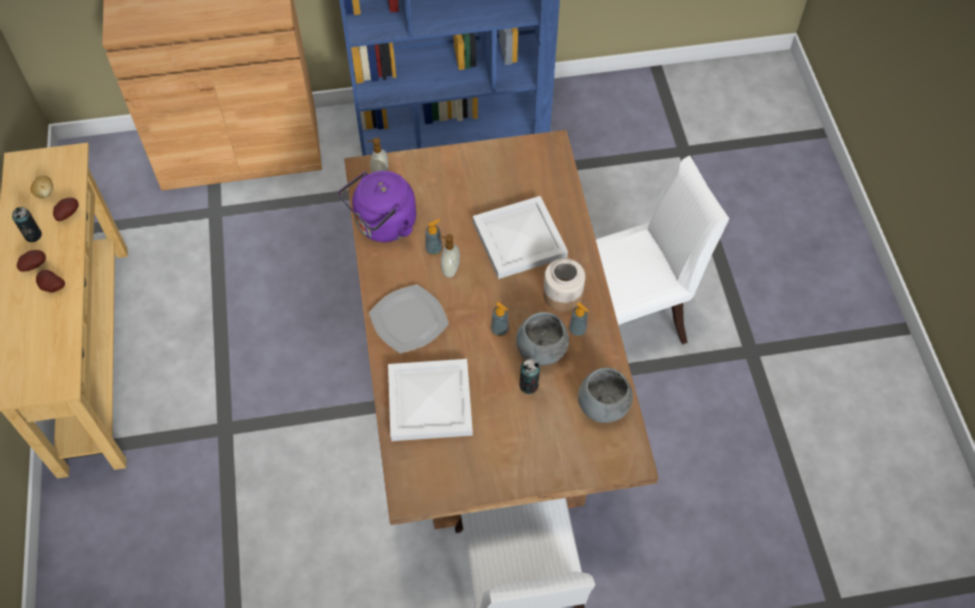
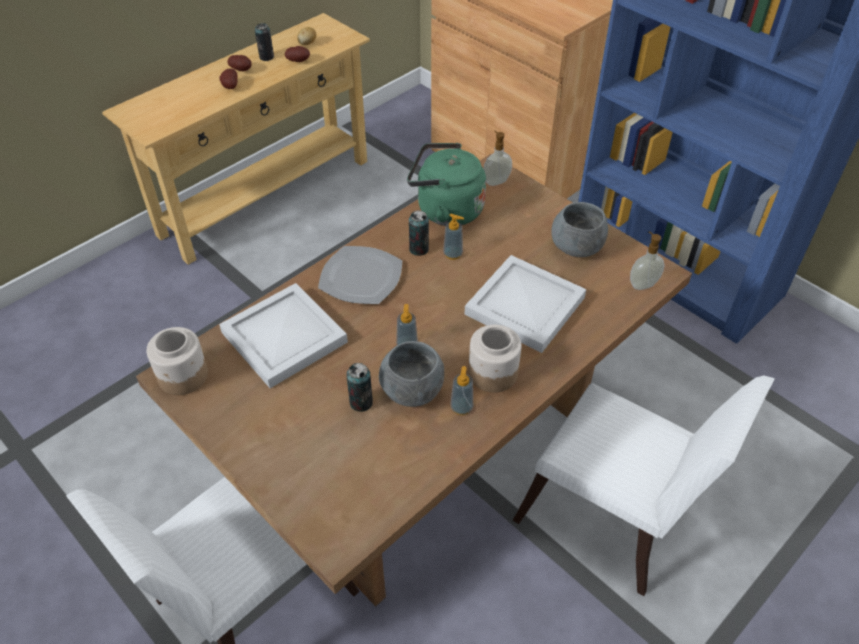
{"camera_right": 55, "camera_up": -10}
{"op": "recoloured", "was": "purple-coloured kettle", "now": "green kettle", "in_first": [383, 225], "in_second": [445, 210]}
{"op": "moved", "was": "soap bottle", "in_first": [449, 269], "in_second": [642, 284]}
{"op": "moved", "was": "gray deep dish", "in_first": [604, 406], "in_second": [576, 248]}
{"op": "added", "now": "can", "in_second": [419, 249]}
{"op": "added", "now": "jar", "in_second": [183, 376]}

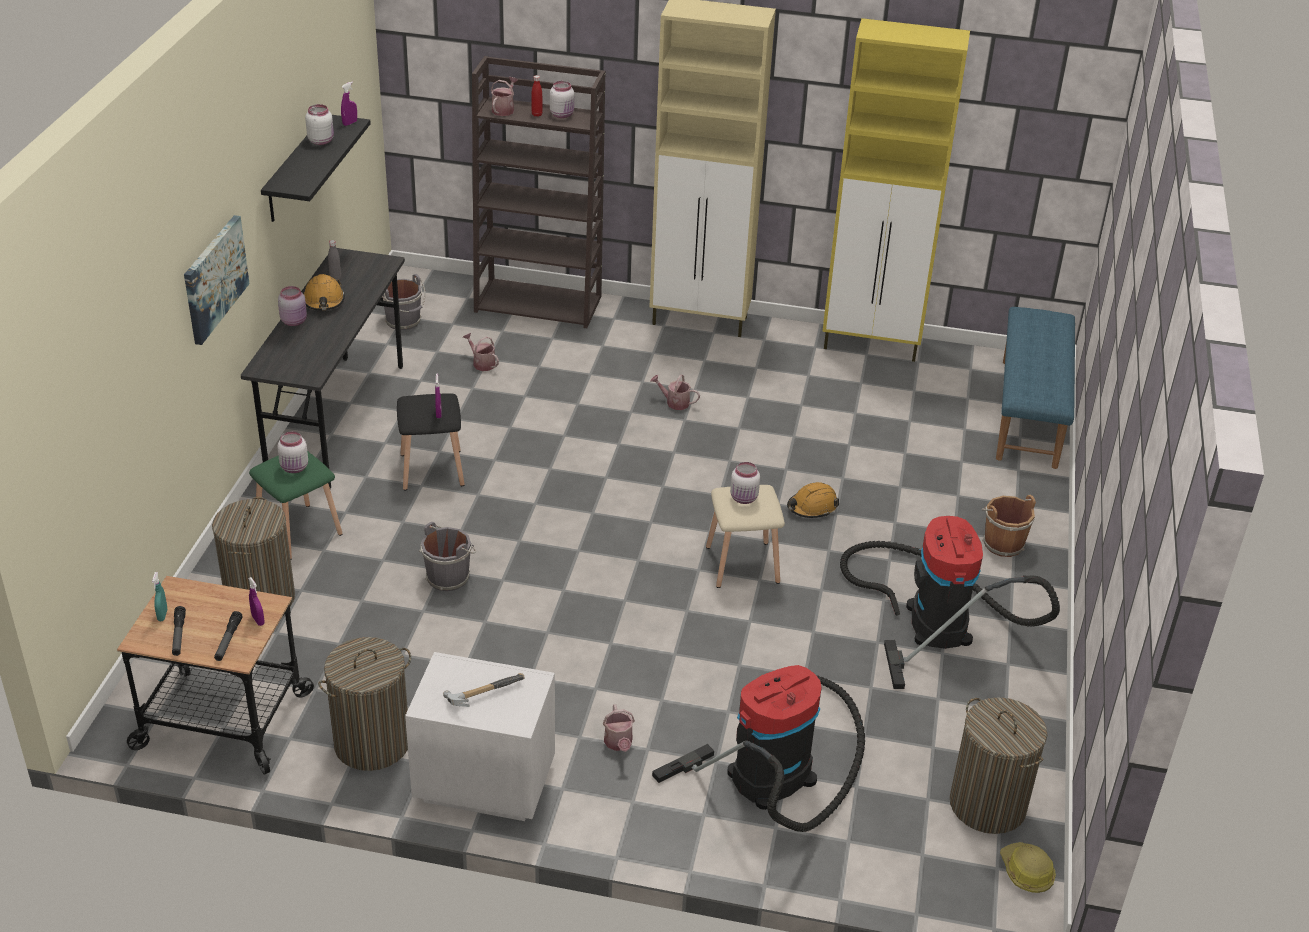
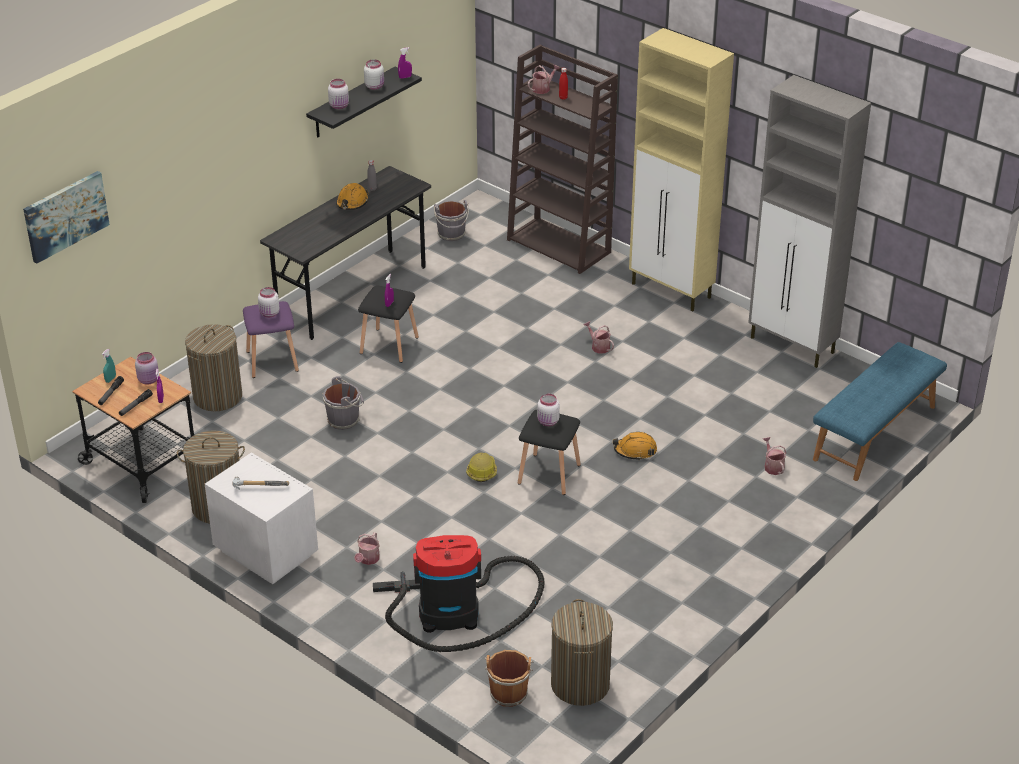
{"camera_right": 30, "camera_up": 0}
{"op": "recoloured", "was": "yellowish cupboard", "now": "gray cupboard", "in_first": [872, 345], "in_second": [793, 346]}
{"op": "moved", "was": "white-coloured jar", "in_first": [562, 115], "in_second": [339, 106]}
{"op": "moved", "was": "wall picture", "in_first": [214, 278], "in_second": [65, 216]}
{"op": "moved", "was": "pinkish jar", "in_first": [294, 321], "in_second": [149, 380]}
{"op": "moved", "was": "sprinkling can", "in_first": [482, 363], "in_second": [772, 466]}
{"op": "recoloured", "was": "green stool seat", "now": "purple-coloured stool seat", "in_first": [299, 531], "in_second": [273, 361]}
{"op": "recoloured", "was": "sand-coloured stool seat", "now": "black-coloured stool seat", "in_first": [743, 565], "in_second": [549, 475]}
{"op": "moved", "was": "brown bucket", "in_first": [1002, 543], "in_second": [508, 692]}
{"op": "removed", "was": "vacuum cleaner", "in_first": [934, 618]}
{"op": "moved", "was": "work helmet", "in_first": [1026, 872], "in_second": [481, 471]}

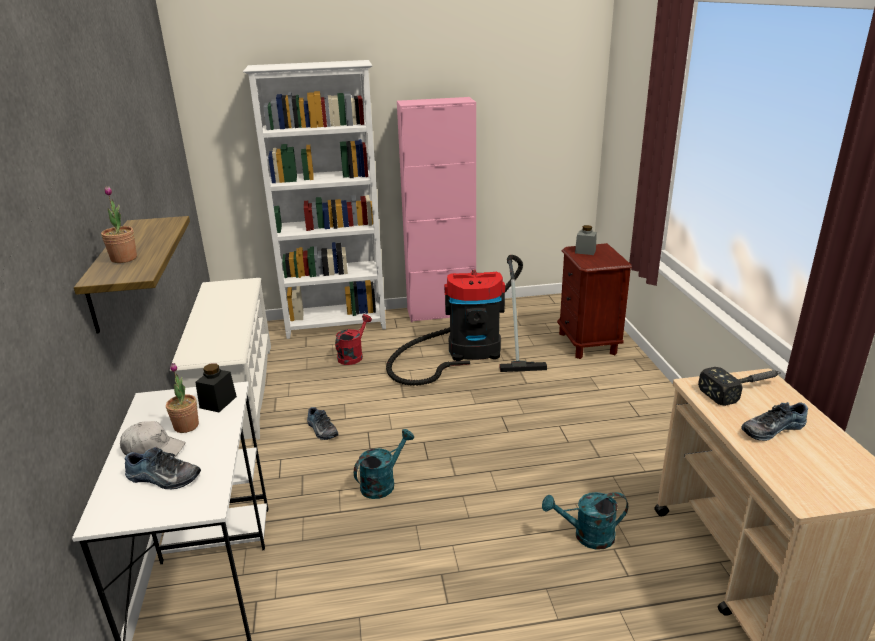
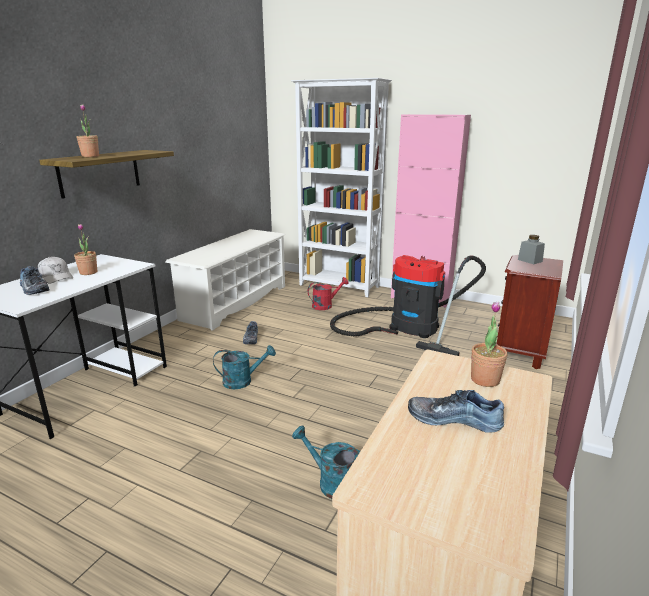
{"camera_right": 35, "camera_up": -5}
{"op": "removed", "was": "black-coloured jar", "in_first": [218, 402]}
{"op": "replaced", "was": "hand hammer", "now": "potted plant", "in_first": [743, 389], "in_second": [485, 380]}

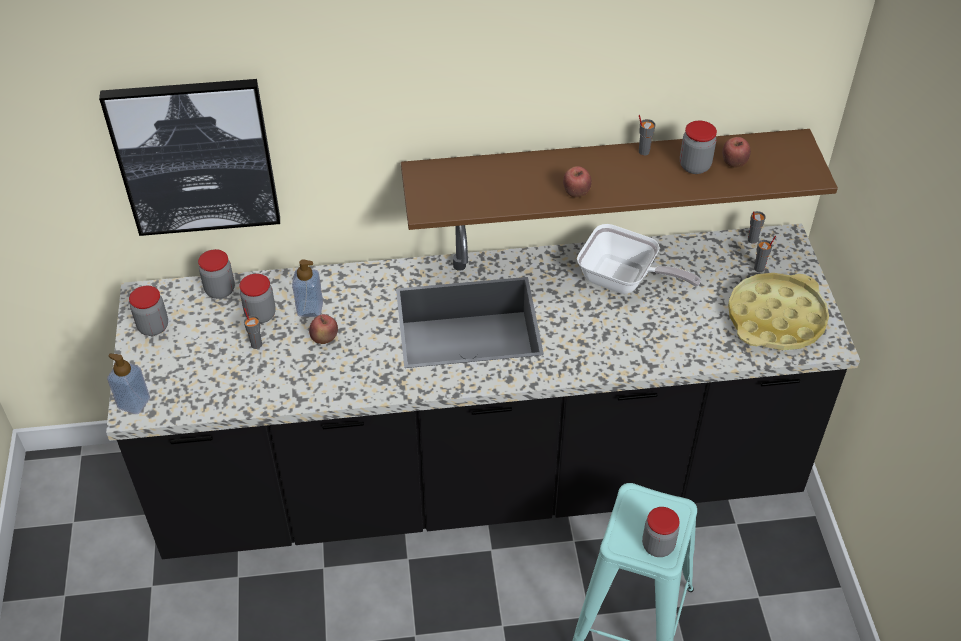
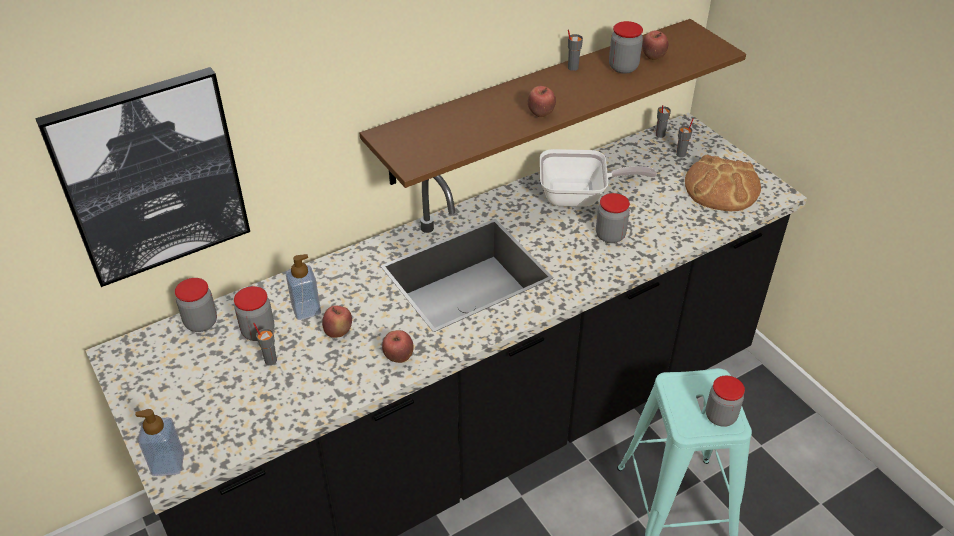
{"camera_right": -25, "camera_up": -5}
{"op": "replaced", "was": "yellowish tray", "now": "baked bread", "in_first": [776, 318], "in_second": [722, 187]}
{"op": "moved", "was": "jar", "in_first": [153, 327], "in_second": [610, 235]}
{"op": "added", "now": "apple fruit", "in_second": [398, 357]}

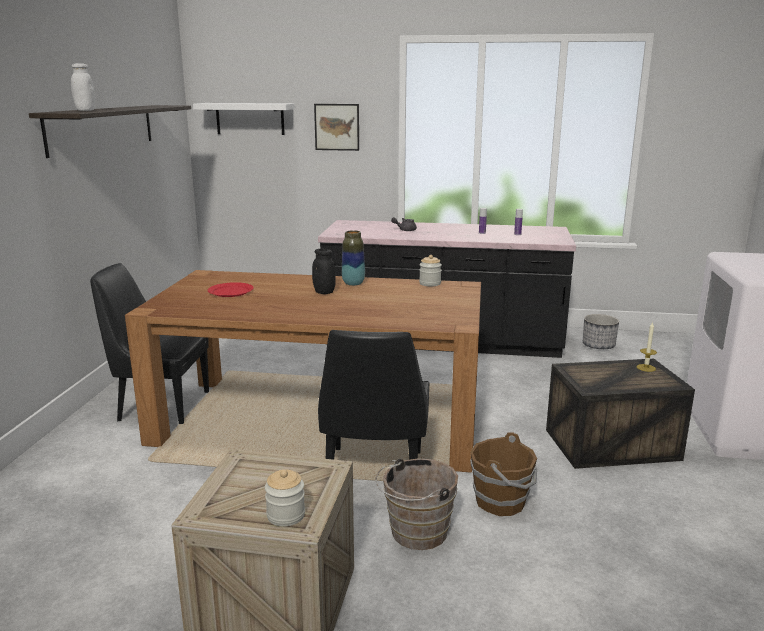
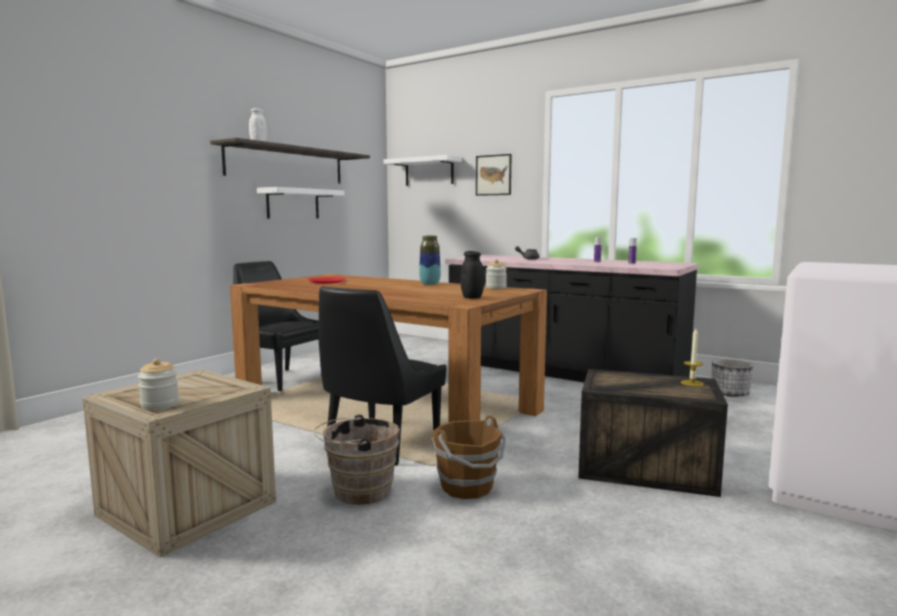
{"camera_right": 25, "camera_up": -10}
{"op": "moved", "was": "black-coloured jar", "in_first": [324, 292], "in_second": [472, 297]}
{"op": "added", "now": "white-coloured wall shelf", "in_second": [293, 204]}

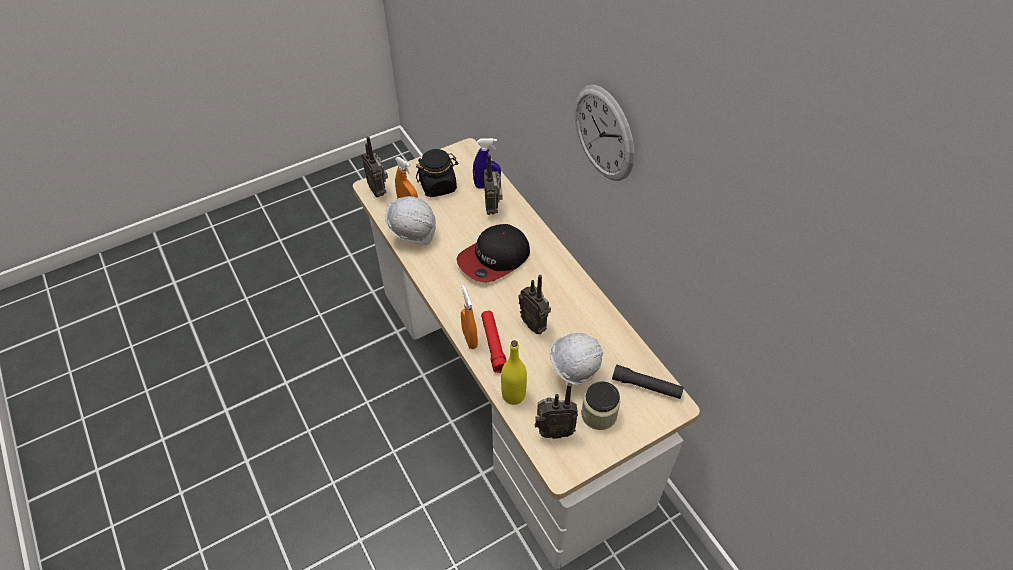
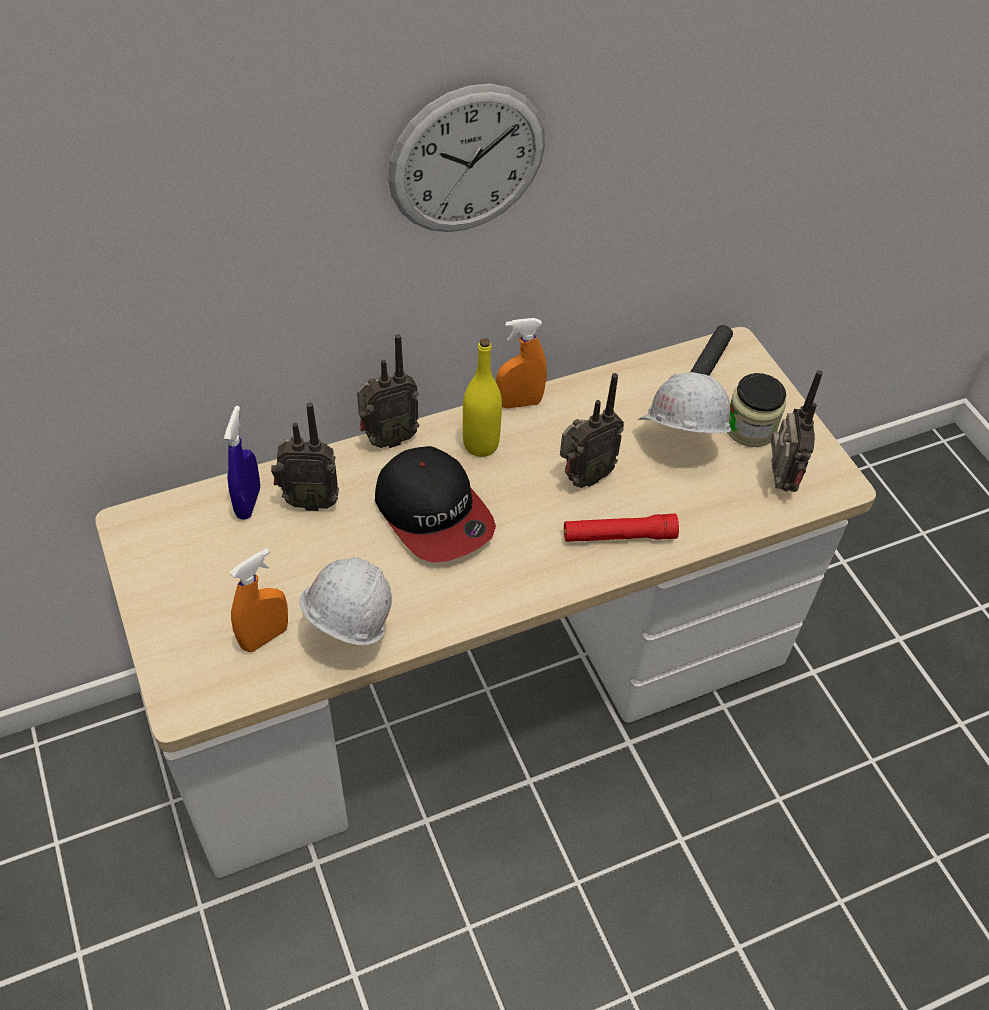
{"camera_right": -85, "camera_up": 0}
{"op": "moved", "was": "radio set", "in_first": [379, 190], "in_second": [387, 439]}
{"op": "removed", "was": "black-coloured jar", "in_first": [438, 186]}
{"op": "moved", "was": "orange-coloured spray bottle", "in_first": [469, 339], "in_second": [519, 403]}
{"op": "moved", "was": "yellowish beverage bottle", "in_first": [513, 395], "in_second": [480, 444]}

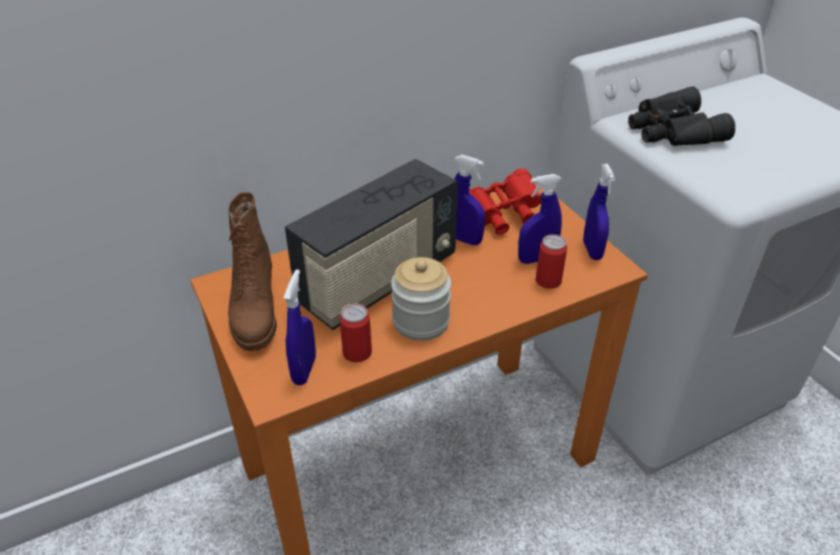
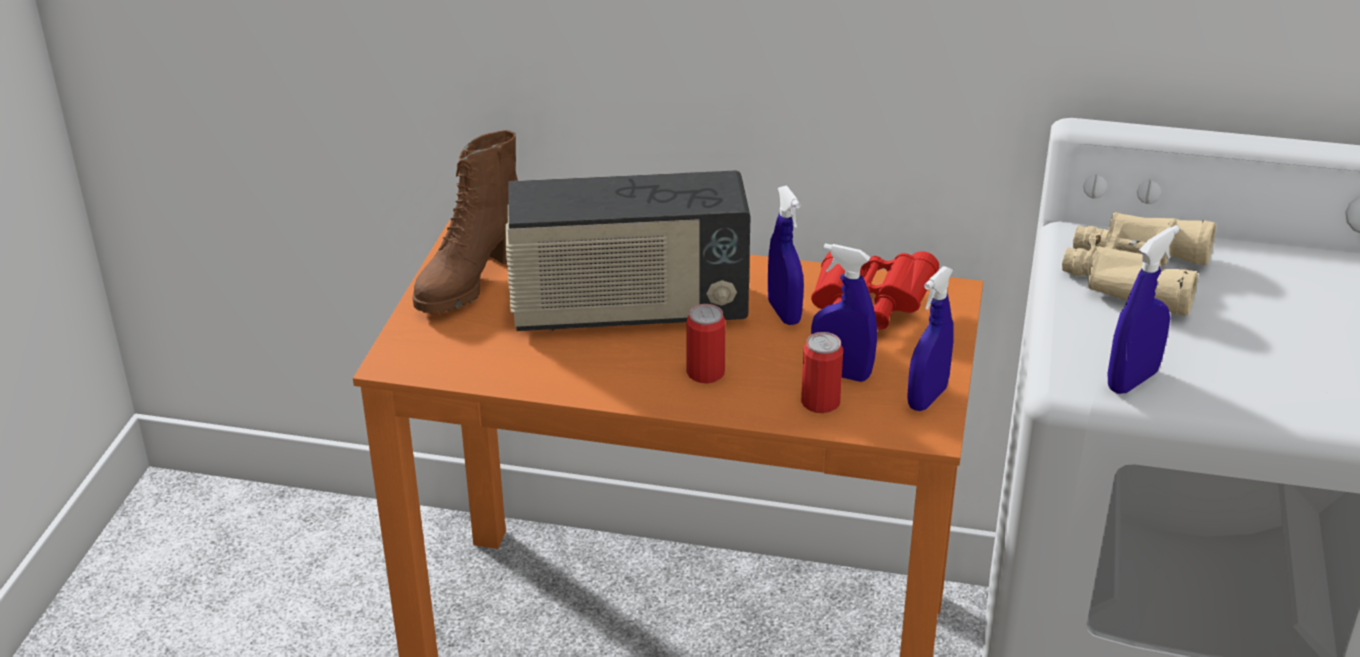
{"camera_right": 40, "camera_up": -5}
{"op": "recoloured", "was": "black-coloured pair of binoculars", "now": "sand-coloured pair of binoculars", "in_first": [672, 130], "in_second": [1132, 273]}
{"op": "removed", "was": "jar", "in_first": [421, 321]}
{"op": "moved", "was": "bluish spray bottle", "in_first": [304, 370], "in_second": [1132, 380]}
{"op": "moved", "was": "can", "in_first": [357, 352], "in_second": [705, 373]}

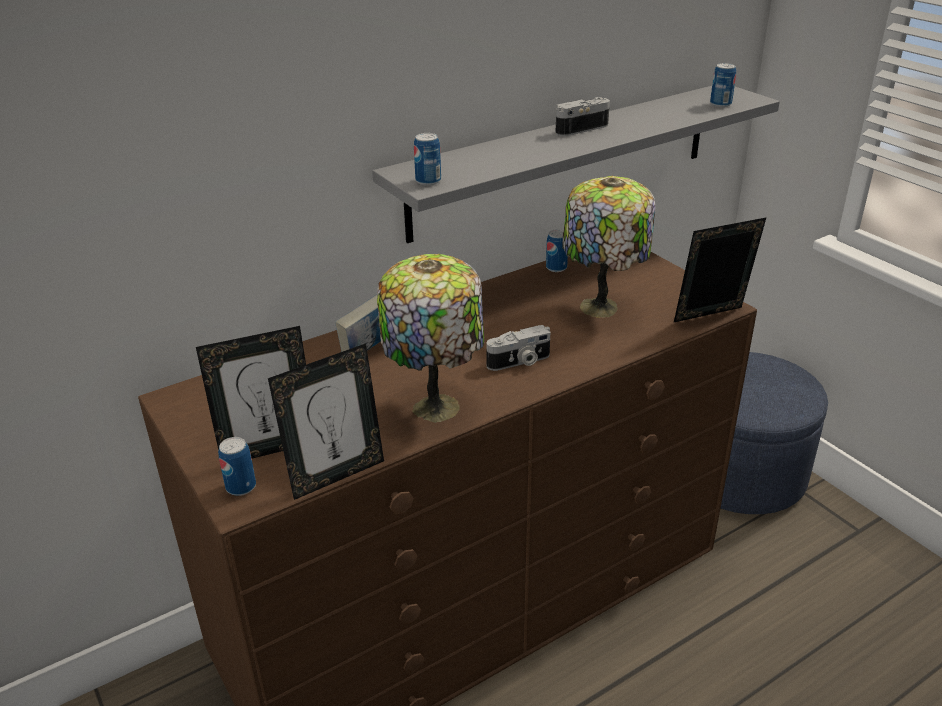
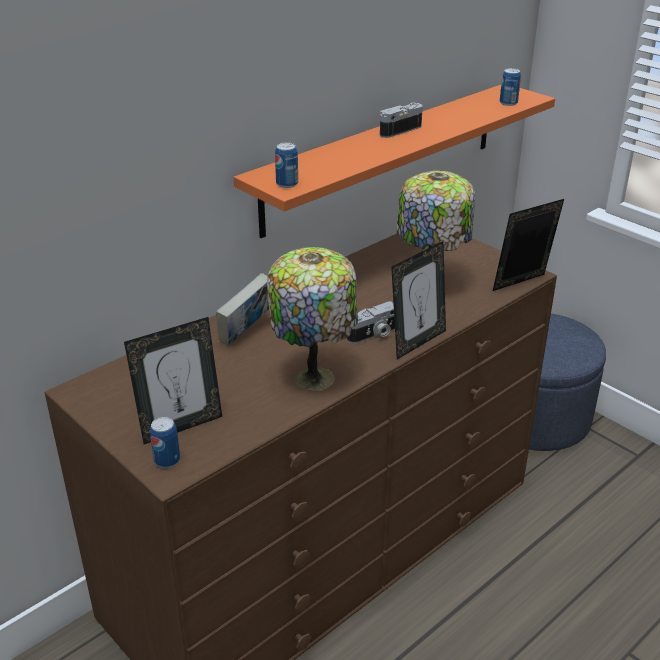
{"camera_right": -10, "camera_up": 0}
{"op": "recoloured", "was": "gray wall shelf", "now": "orange-coloured wall shelf", "in_first": [565, 159], "in_second": [384, 156]}
{"op": "removed", "was": "can", "in_first": [556, 268]}
{"op": "moved", "was": "standing frame", "in_first": [336, 475], "in_second": [417, 342]}

